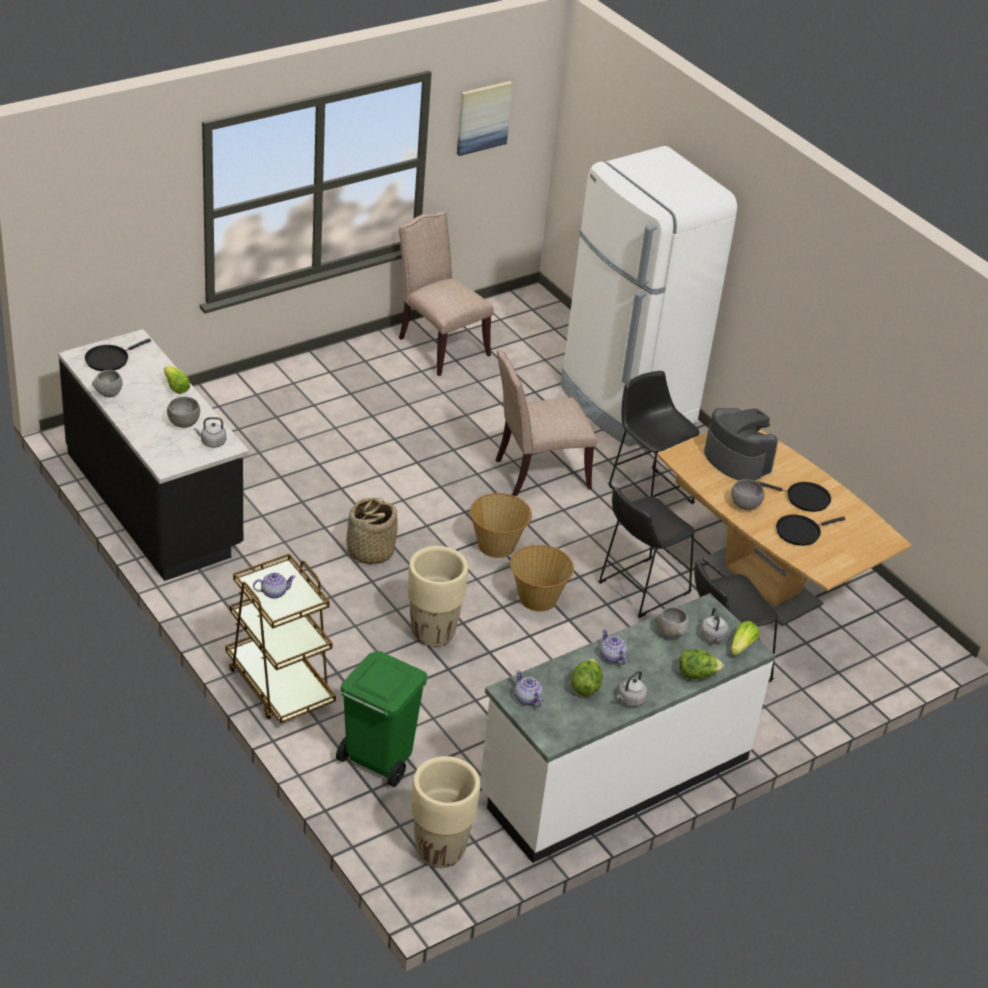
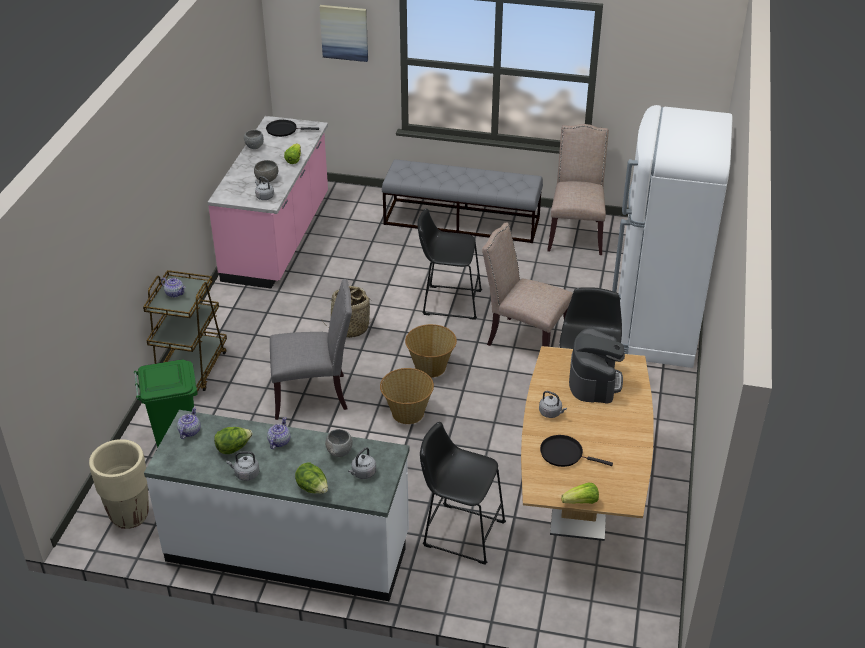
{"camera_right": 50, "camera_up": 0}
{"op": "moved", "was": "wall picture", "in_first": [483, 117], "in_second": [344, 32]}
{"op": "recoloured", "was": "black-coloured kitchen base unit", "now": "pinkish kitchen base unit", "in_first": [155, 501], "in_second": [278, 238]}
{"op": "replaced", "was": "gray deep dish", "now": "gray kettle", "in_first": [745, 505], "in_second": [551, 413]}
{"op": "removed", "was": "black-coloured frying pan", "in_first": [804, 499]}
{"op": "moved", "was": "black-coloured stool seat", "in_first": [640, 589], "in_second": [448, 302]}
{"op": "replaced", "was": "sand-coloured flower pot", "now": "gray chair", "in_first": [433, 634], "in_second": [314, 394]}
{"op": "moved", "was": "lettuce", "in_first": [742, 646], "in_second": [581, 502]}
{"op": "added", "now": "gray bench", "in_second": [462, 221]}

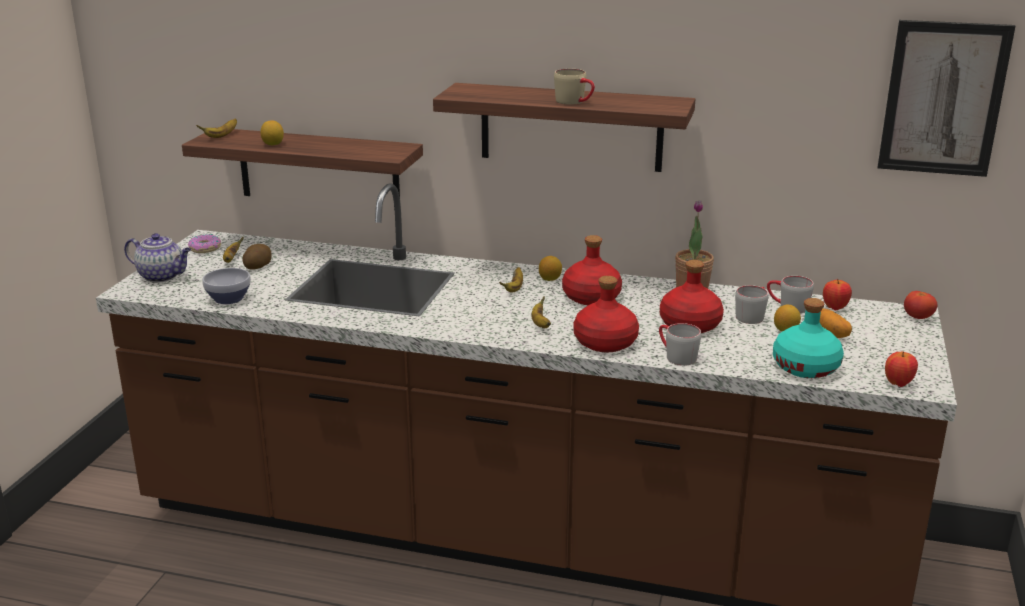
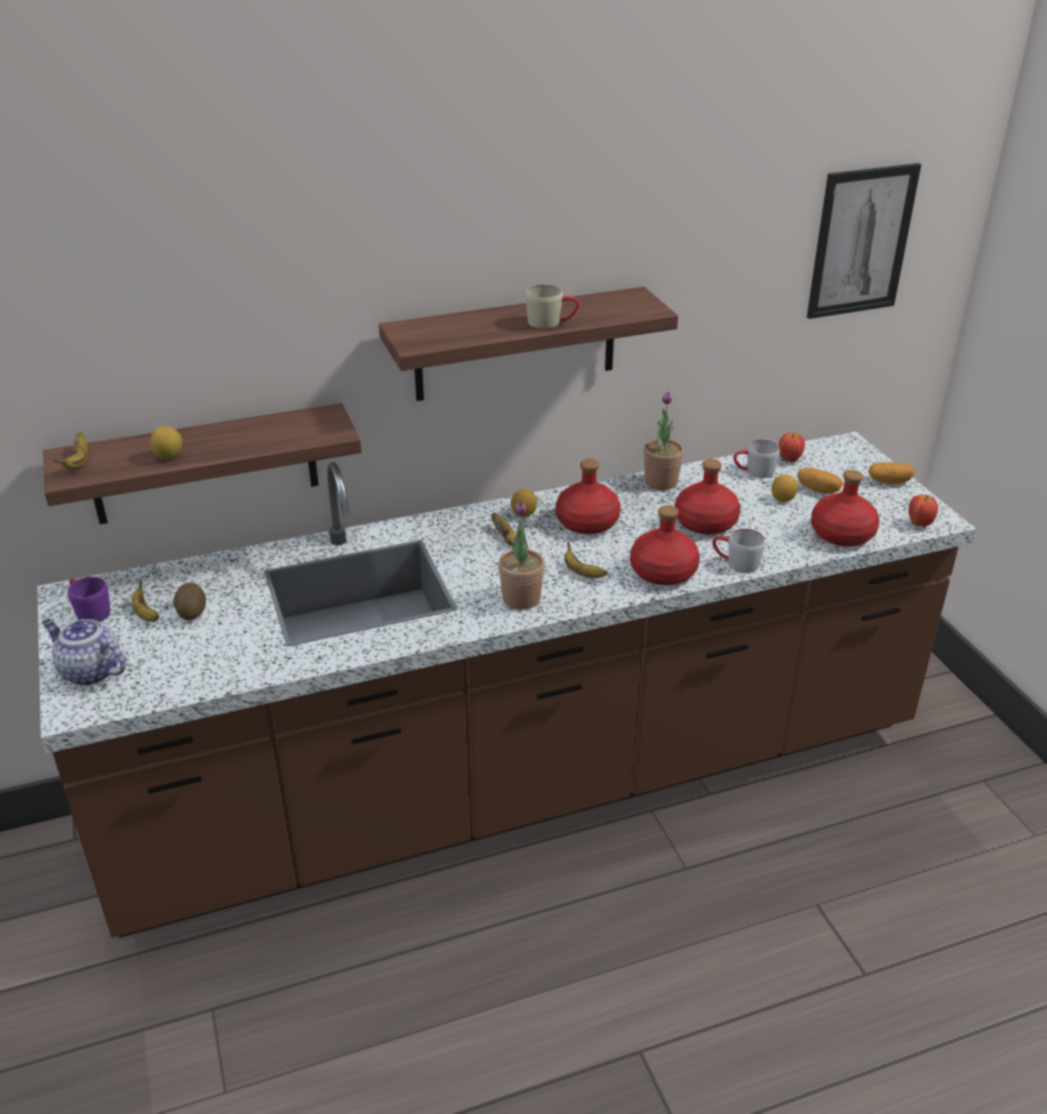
{"camera_right": -35, "camera_up": 10}
{"op": "turned", "was": "tea pot", "in_first": [162, 276], "in_second": [89, 671], "clockwise": -135}
{"op": "replaced", "was": "donut", "now": "purple-coloured coffee mug", "in_first": [205, 249], "in_second": [89, 611]}
{"op": "removed", "was": "deep dish", "in_first": [230, 299]}
{"op": "removed", "was": "gray coffee mug", "in_first": [752, 315]}
{"op": "removed", "was": "tomato", "in_first": [918, 318]}
{"op": "recoloured", "was": "turquoise beverage bottle", "now": "reddish beverage bottle", "in_first": [806, 367], "in_second": [842, 534]}
{"op": "added", "now": "spud", "in_second": [889, 482]}
{"op": "added", "now": "potted plant", "in_second": [521, 598]}

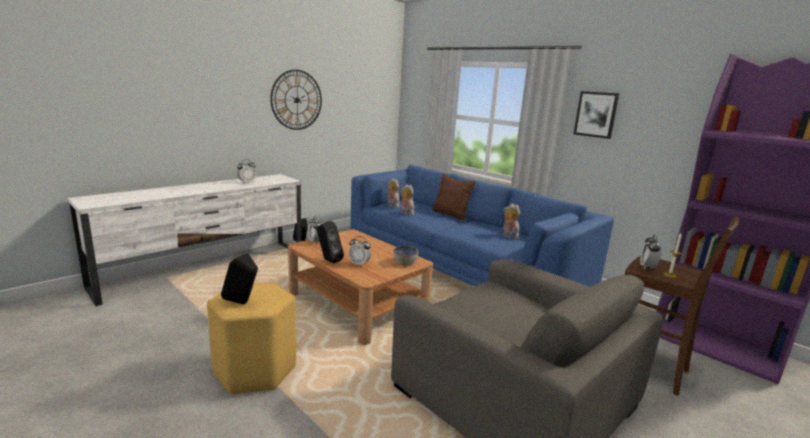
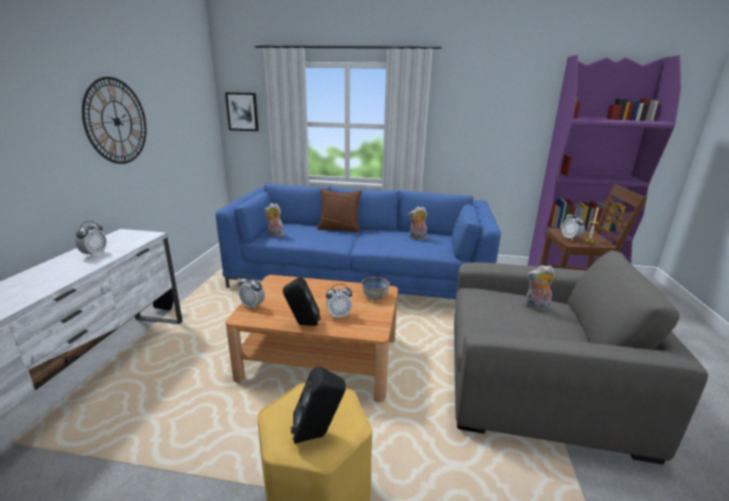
{"camera_right": -35, "camera_up": 5}
{"op": "moved", "was": "wall picture", "in_first": [596, 114], "in_second": [242, 111]}
{"op": "moved", "was": "cuddly toy", "in_first": [405, 213], "in_second": [536, 307]}

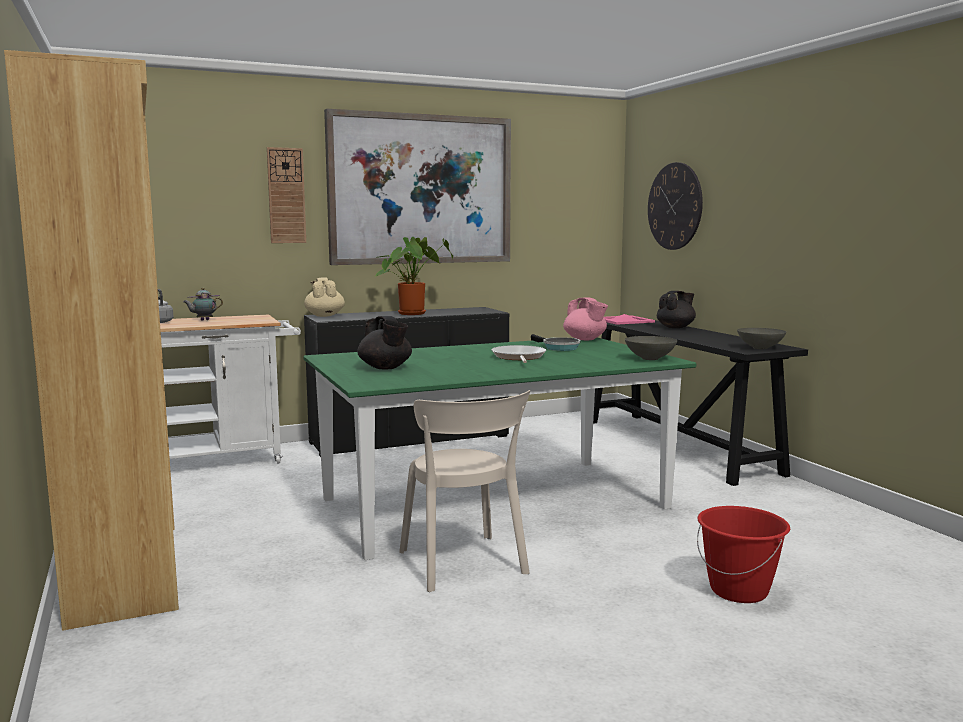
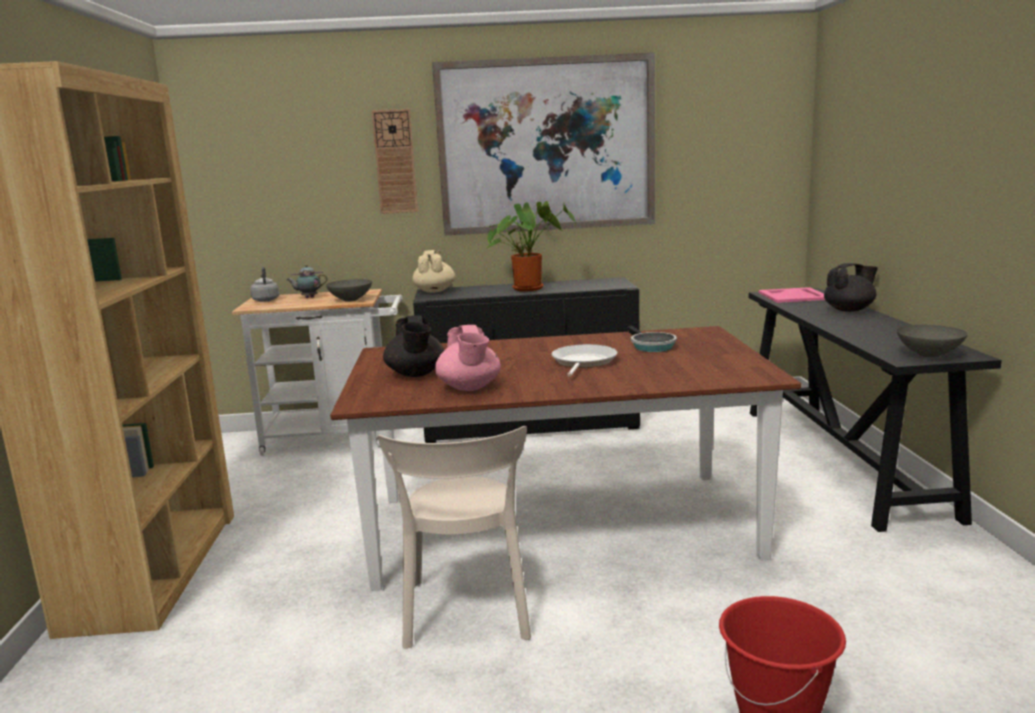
{"camera_right": 20, "camera_up": 5}
{"op": "removed", "was": "hanging clock", "in_first": [674, 206]}
{"op": "moved", "was": "pinkish tea pot", "in_first": [585, 339], "in_second": [469, 388]}
{"op": "moved", "was": "gray deep dish", "in_first": [649, 358], "in_second": [350, 300]}
{"op": "recoloured", "was": "green kitchen table", "now": "brown kitchen table", "in_first": [494, 504], "in_second": [560, 527]}

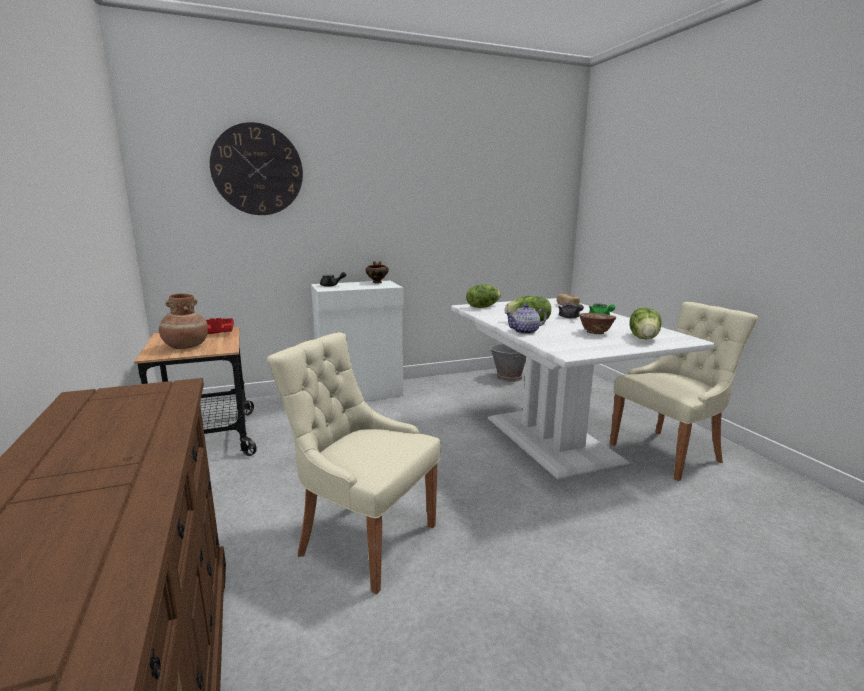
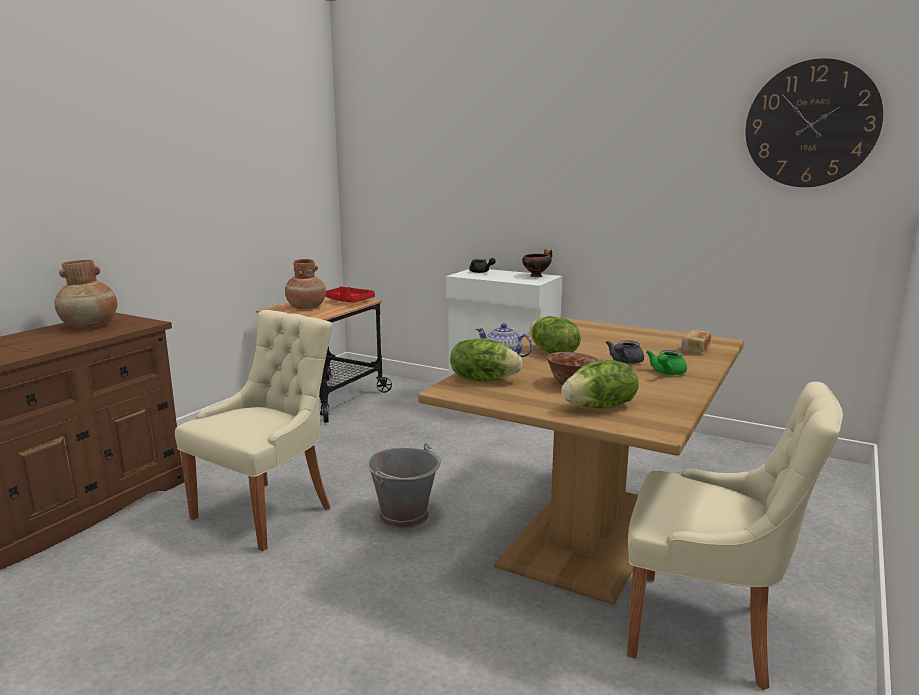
{"camera_right": 50, "camera_up": 0}
{"op": "moved", "was": "hanging clock", "in_first": [257, 170], "in_second": [811, 124]}
{"op": "moved", "was": "lettuce", "in_first": [482, 307], "in_second": [483, 379]}
{"op": "recoloured", "was": "white-coloured kitchen table", "now": "brown kitchen table", "in_first": [553, 438], "in_second": [590, 534]}
{"op": "turned", "was": "sand-coloured chair", "in_first": [363, 538], "in_second": [267, 511], "clockwise": 45}
{"op": "moved", "was": "gray bucket", "in_first": [509, 377], "in_second": [405, 516]}
{"op": "added", "now": "brown vase", "in_second": [90, 326]}

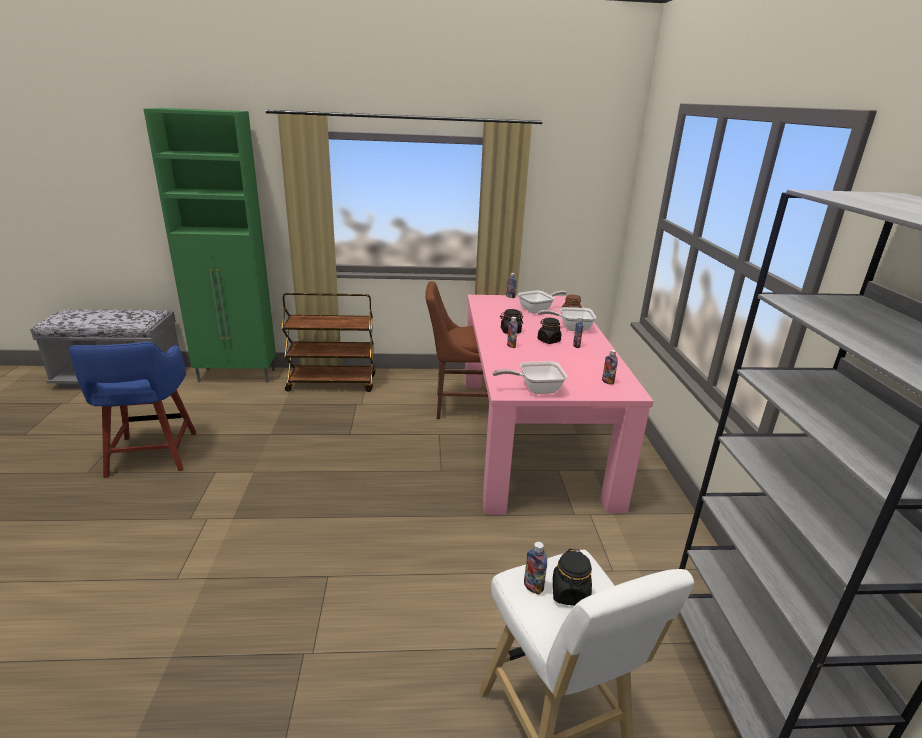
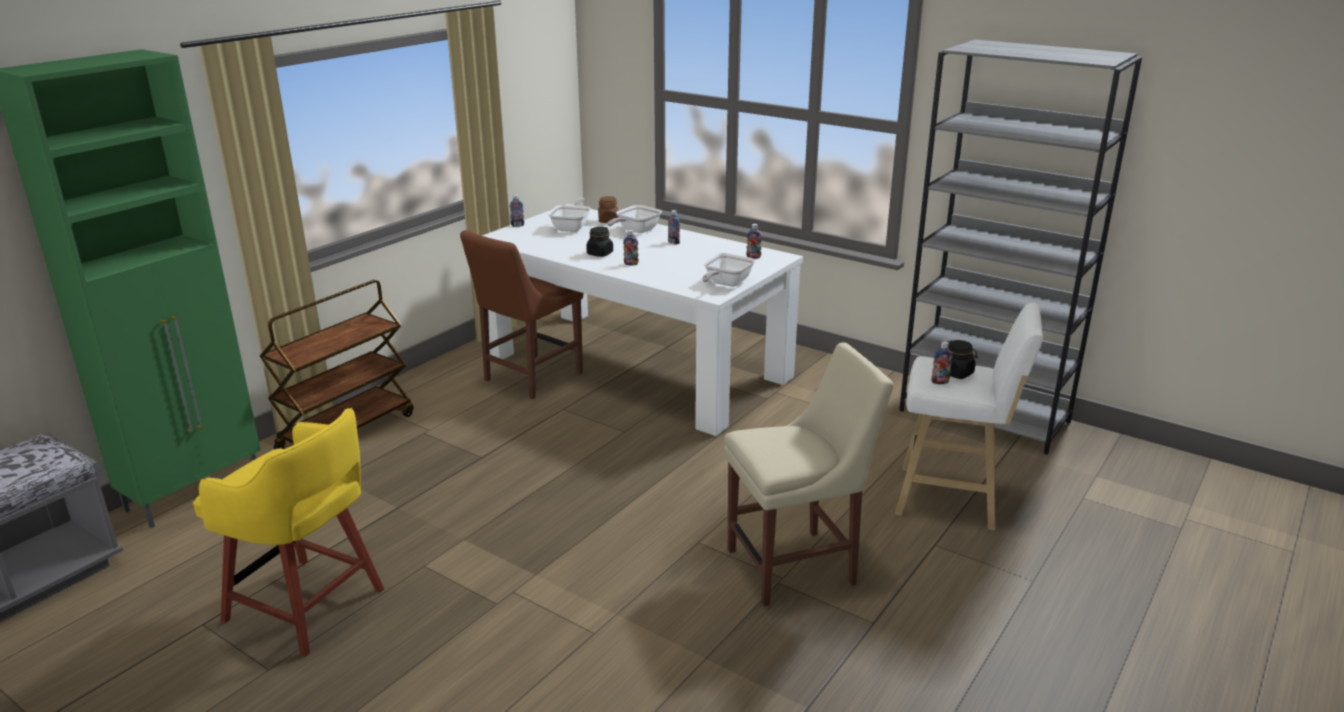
{"camera_right": -50, "camera_up": 0}
{"op": "recoloured", "was": "pinkish kitchen table", "now": "white-coloured kitchen table", "in_first": [531, 434], "in_second": [635, 366]}
{"op": "removed", "was": "black-coloured jar", "in_first": [548, 340]}
{"op": "recoloured", "was": "bluish stool seat", "now": "yellowish stool seat", "in_first": [151, 456], "in_second": [308, 607]}
{"op": "added", "now": "sand-coloured chair", "in_second": [797, 566]}

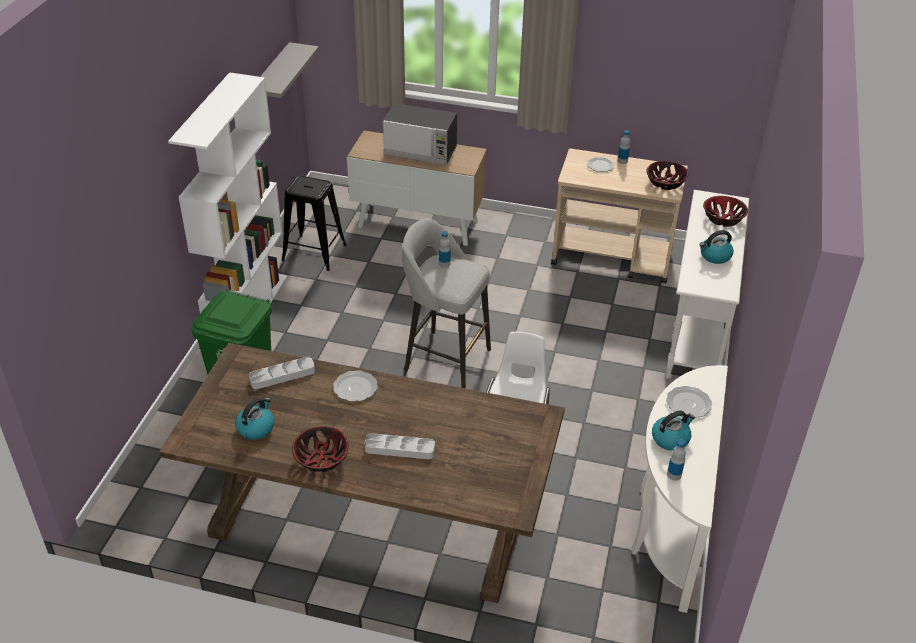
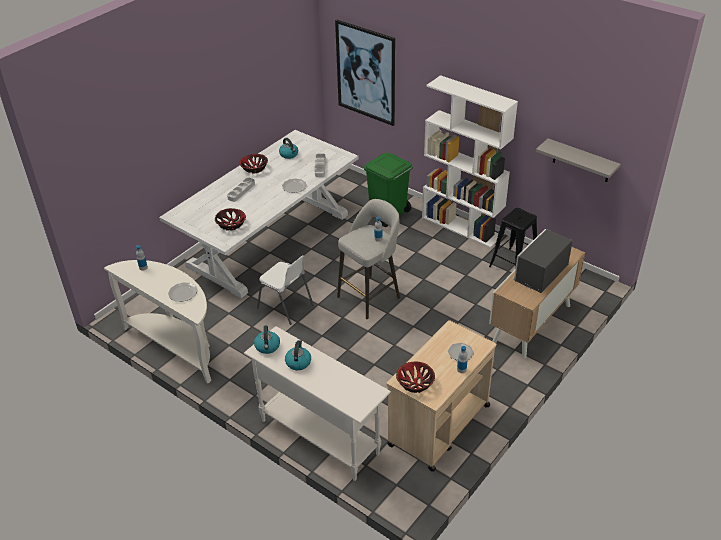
{"camera_right": 115, "camera_up": 0}
{"op": "moved", "was": "deep dish", "in_first": [722, 219], "in_second": [231, 225]}
{"op": "recoloured", "was": "brown kitchen table", "now": "white-coloured kitchen table", "in_first": [370, 515], "in_second": [269, 240]}
{"op": "moved", "was": "kettle", "in_first": [670, 438], "in_second": [267, 347]}
{"op": "added", "now": "wall picture", "in_second": [366, 72]}

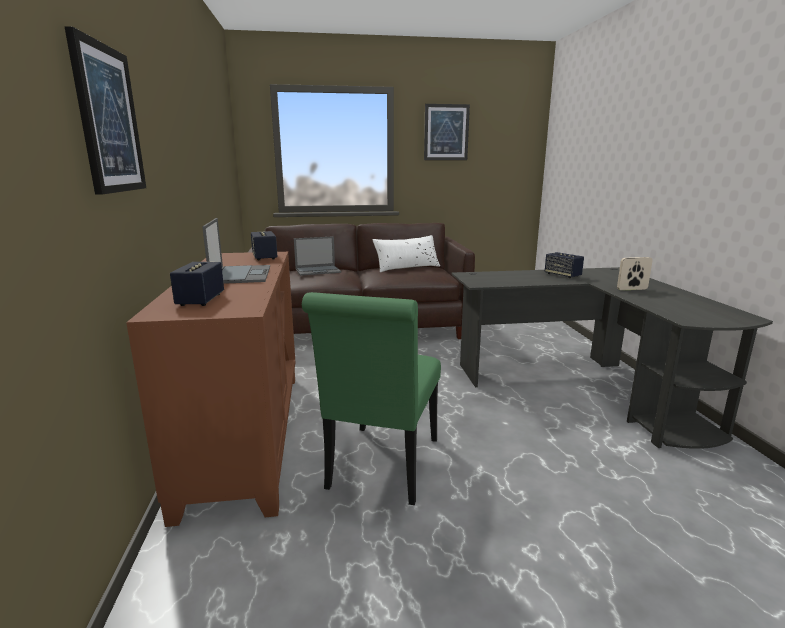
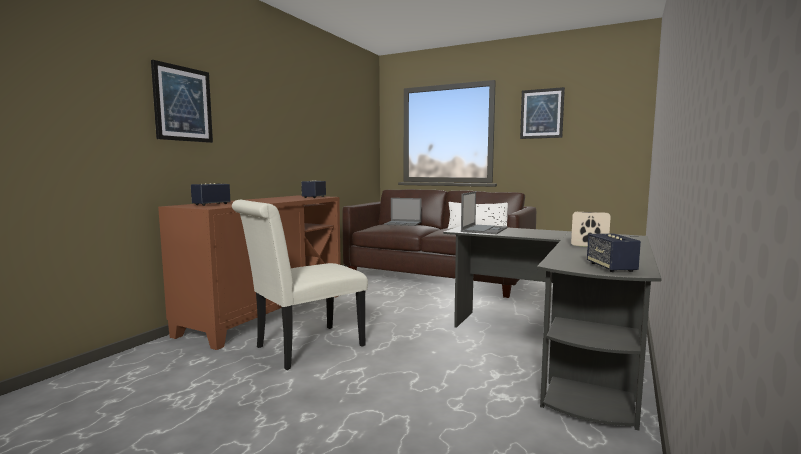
{"camera_right": 35, "camera_up": -10}
{"op": "moved", "was": "laptop", "in_first": [241, 274], "in_second": [484, 229]}
{"op": "moved", "was": "loudspeaker", "in_first": [562, 275], "in_second": [611, 267]}
{"op": "recoloured", "was": "green chair", "now": "white-coloured chair", "in_first": [381, 468], "in_second": [303, 348]}

